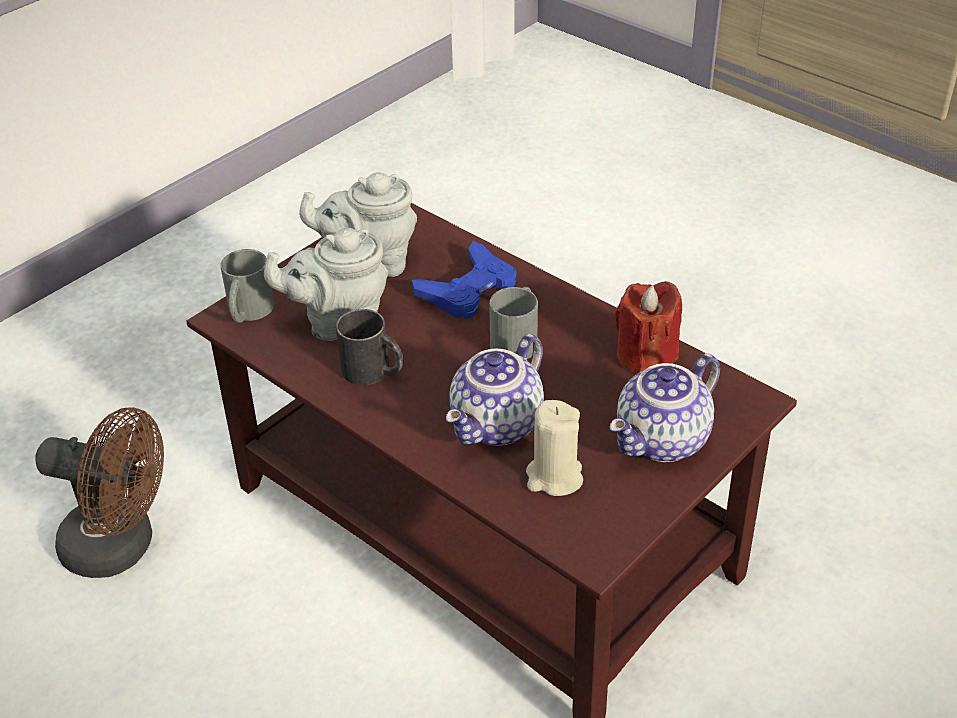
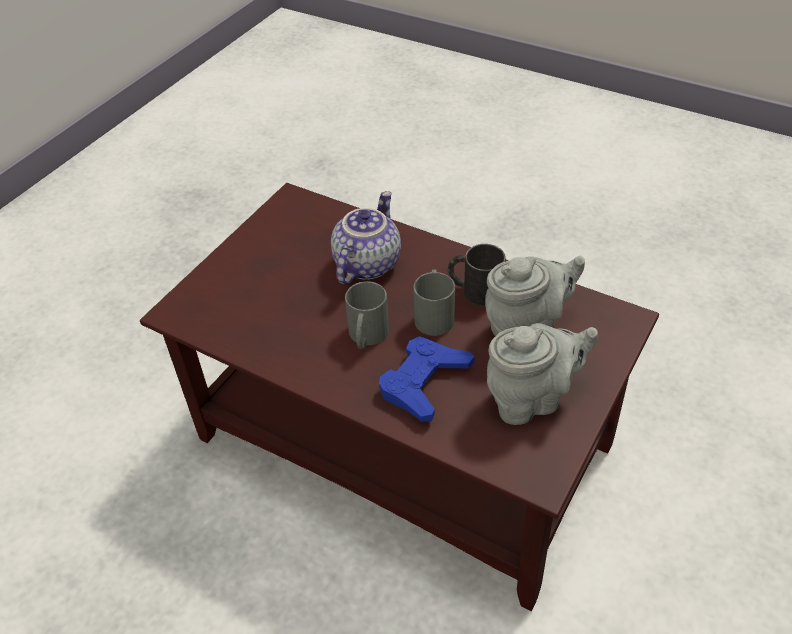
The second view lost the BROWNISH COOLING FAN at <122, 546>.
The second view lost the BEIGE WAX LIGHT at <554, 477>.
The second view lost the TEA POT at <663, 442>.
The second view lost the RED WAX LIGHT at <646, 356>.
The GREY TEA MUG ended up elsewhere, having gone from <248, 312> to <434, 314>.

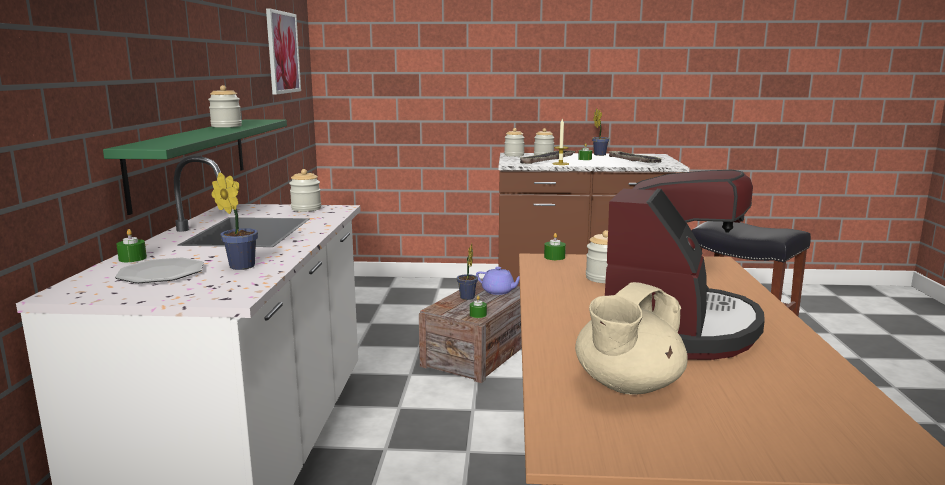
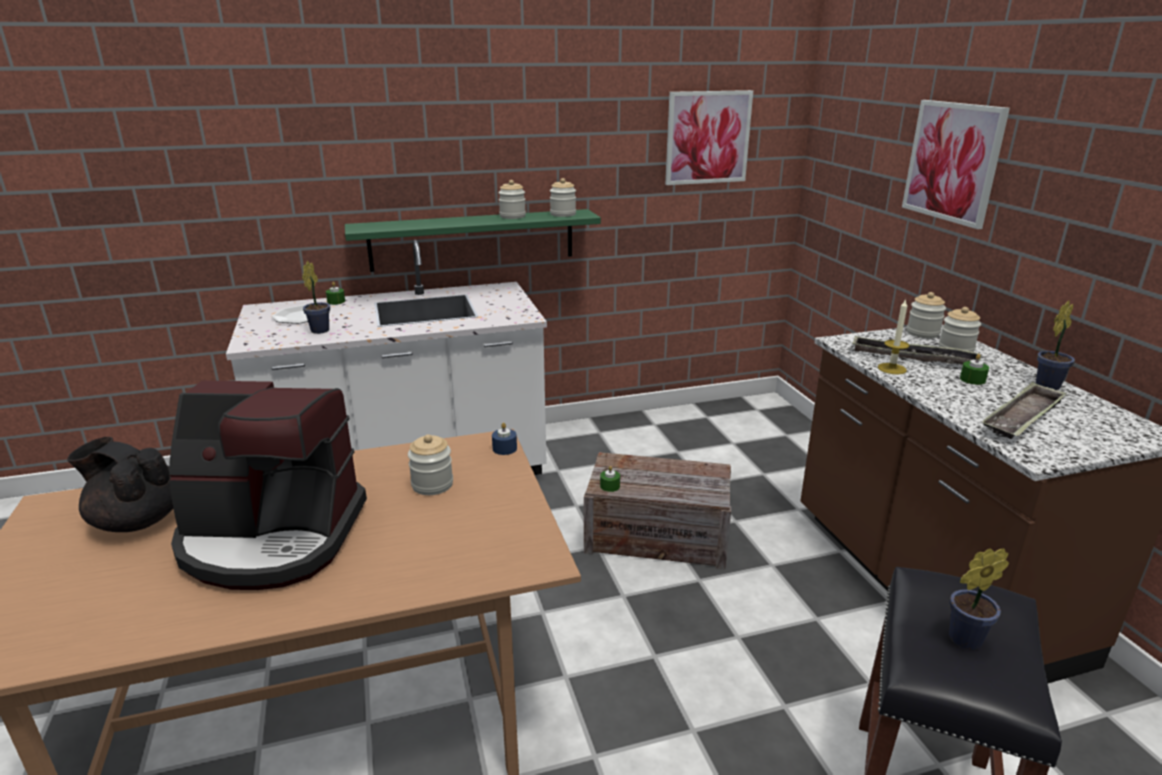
The second view lost the PURPLISH TEA POT at <499, 291>.
The second view gained the PICTURE at <953, 162>.
The JAR ended up elsewhere, having gone from <306, 209> to <563, 214>.
The HOUSEPLANT ended up elsewhere, having gone from <467, 298> to <961, 639>.
What was the GREEN-COLOURED WAX LIGHT at <554, 257> turned into the BLUISH WAX LIGHT at <504, 448>.
What was the BEIGE TEA POT at <627, 386> turned into the BLACKISH TEA POT at <138, 520>.

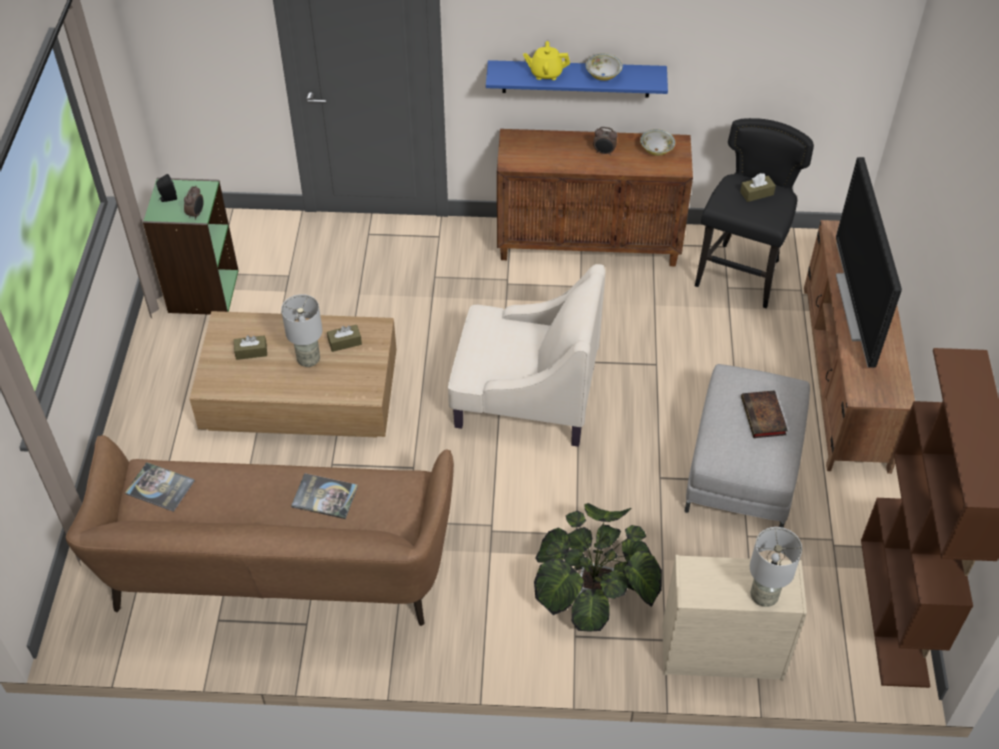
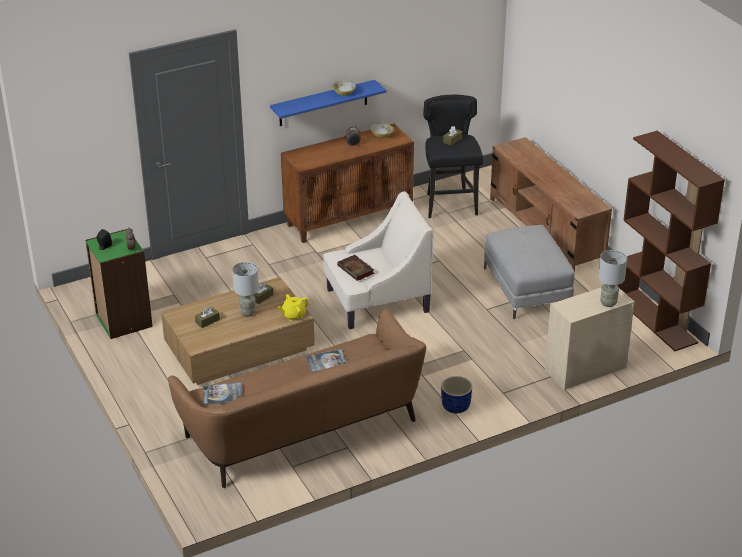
The second view lost the HOUSEPLANT at <594, 587>.
The second view lost the TELEVISION at <857, 307>.
The second view gained the BLUISH PLANTER at <455, 406>.
The YELLOW-COLOURED TEA POT ended up elsewhere, having gone from <546, 73> to <293, 315>.
The BOUND BOOK ended up elsewhere, having gone from <764, 417> to <356, 270>.

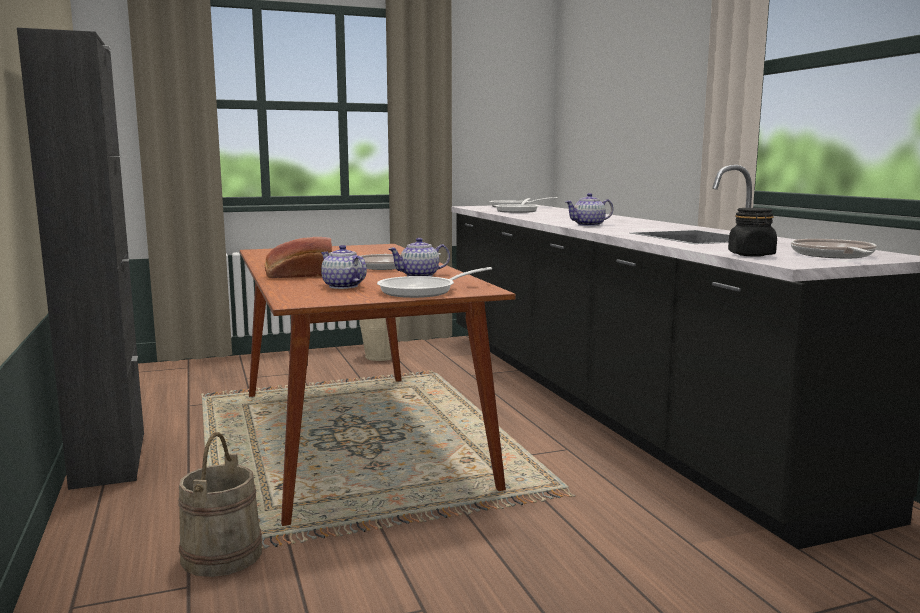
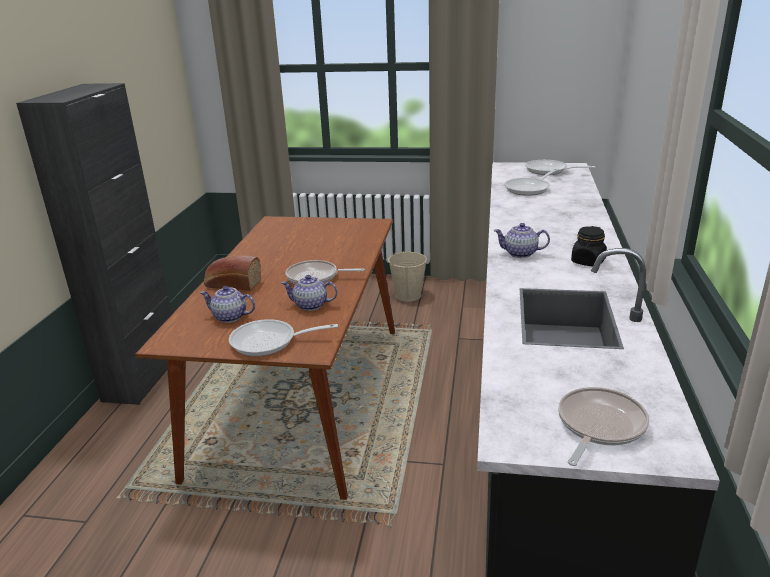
The second view lost the BEIGE WATER BUCKET at <221, 555>.
The BLACKISH JAR ended up elsewhere, having gone from <751, 255> to <588, 261>.
The TEA POT at <343, 286> ended up facing another way, 60 degrees counterclockwise from before.

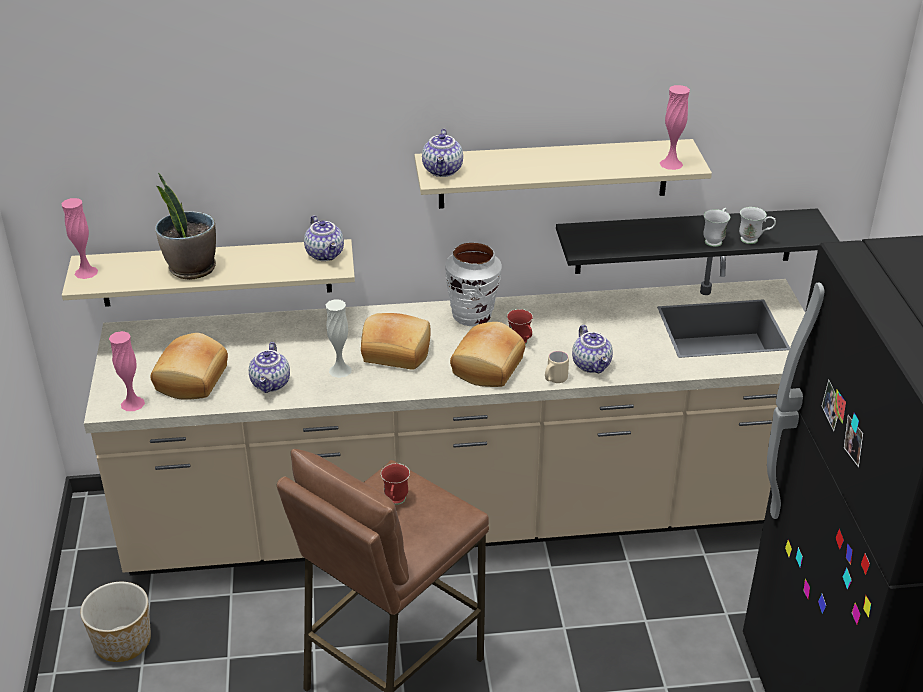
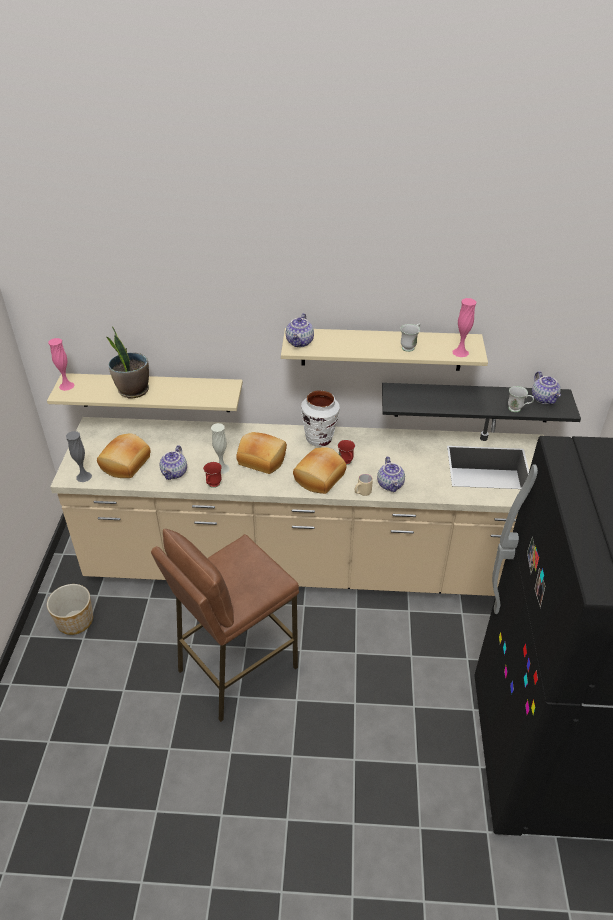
The TEA POT ended up elsewhere, having gone from <326, 254> to <544, 399>.
The RED TEA MUG ended up elsewhere, having gone from <395, 502> to <213, 486>.
The WHITE-COLOURED TEA MUG ended up elsewhere, having gone from <715, 240> to <410, 346>.
What was the PINK-COLOURED DECORATIVE VASE at <132, 404> turned into the GREY DECORATIVE VASE at <84, 476>.

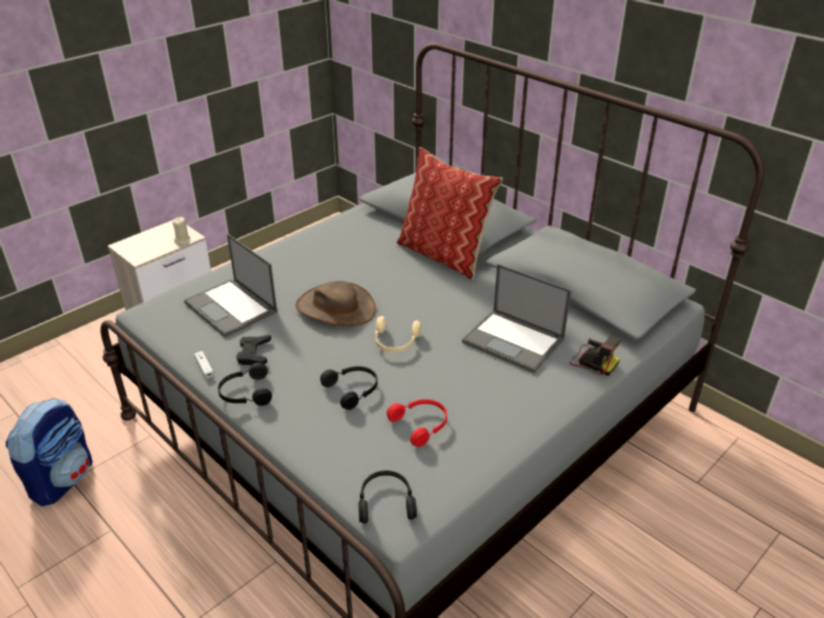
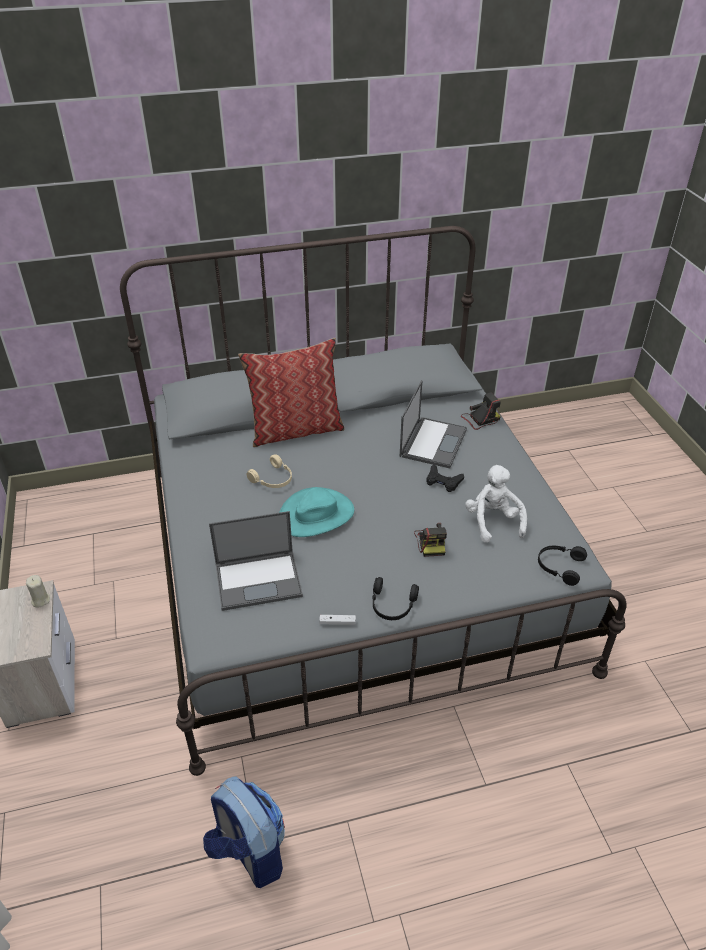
The BLACKISH JOYPAD ended up elsewhere, having gone from <254, 353> to <443, 481>.
The BEIGE HEADPHONES ended up elsewhere, having gone from <395, 342> to <273, 479>.
Where the BLACKISH HEADPHONES stood at <353, 390>, the STILL CAMERA came to stand at <431, 542>.
Where the RED HEADPHONES stood at <421, 425>, the WHITE-COLOURED PLUSH TOY came to stand at <493, 521>.
What was the BROWNISH WEARABLE HAT at <335, 308> turned into the TURQUOISE-COLOURED WEARABLE HAT at <316, 515>.
The LAPTOP at <514, 341> ended up facing another way, 45 degrees counterclockwise from before.

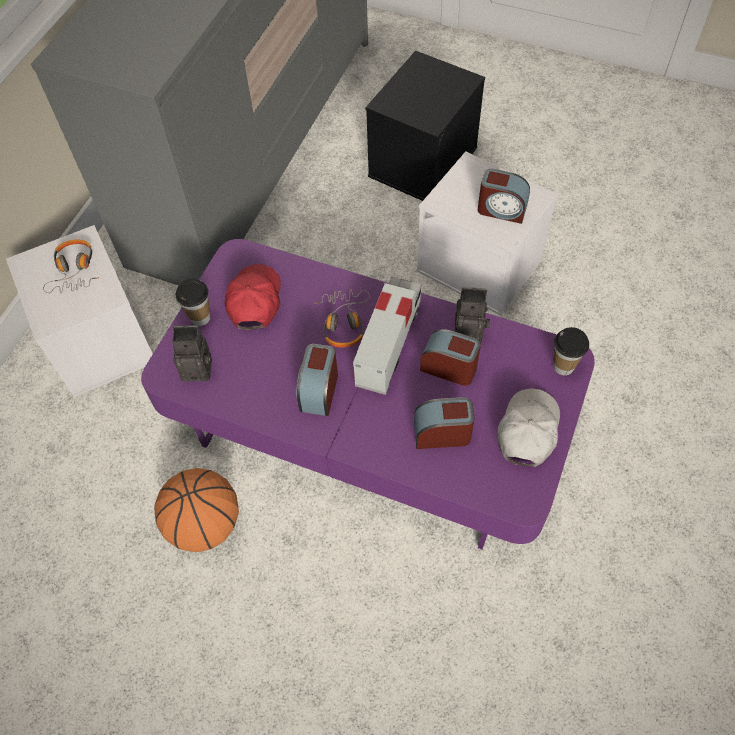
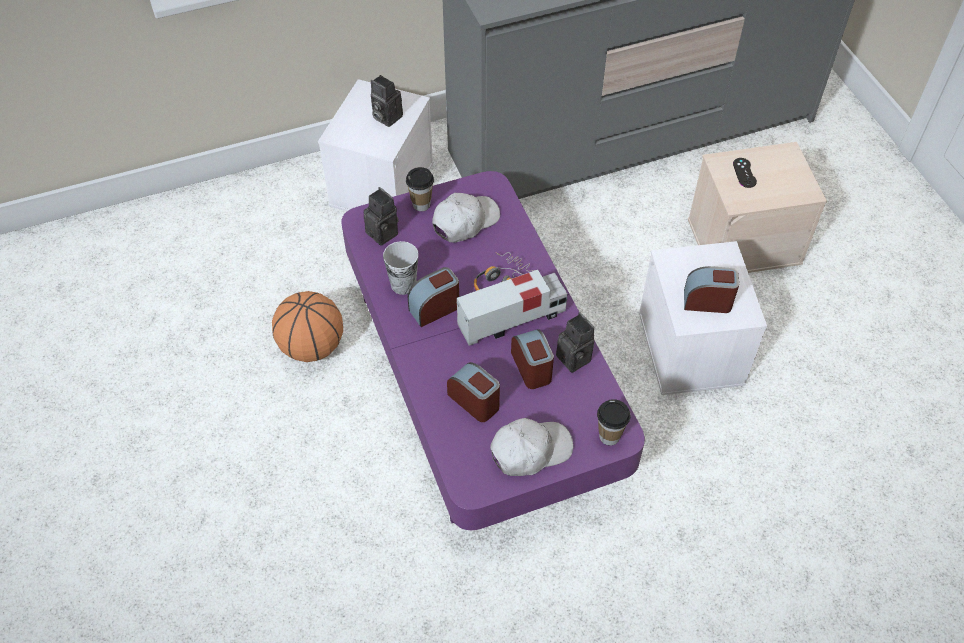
The second view gained the SMALL CUP at <403, 284>.
The second view gained the BLACKISH JOYPAD at <744, 173>.
Where the HEADPHONES stood at <74, 271>, the STILL CAMERA came to stand at <385, 117>.
What was the RED BASEBALL CAP at <254, 301> turned into the WHITE-COLOURED BASEBALL CAP at <465, 222>.
What was the BLACKISH STORAGE BOX at <422, 160> turned into the BEIGE STORAGE BOX at <745, 240>.
The BEDSIDE CLOCK at <501, 209> ended up facing another way, 120 degrees clockwise from before.

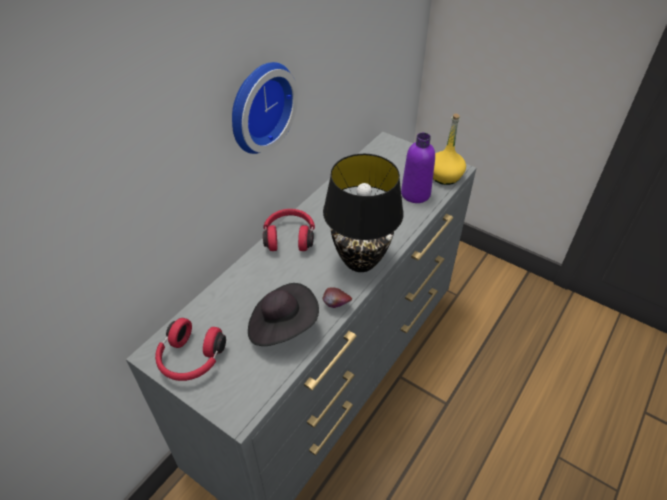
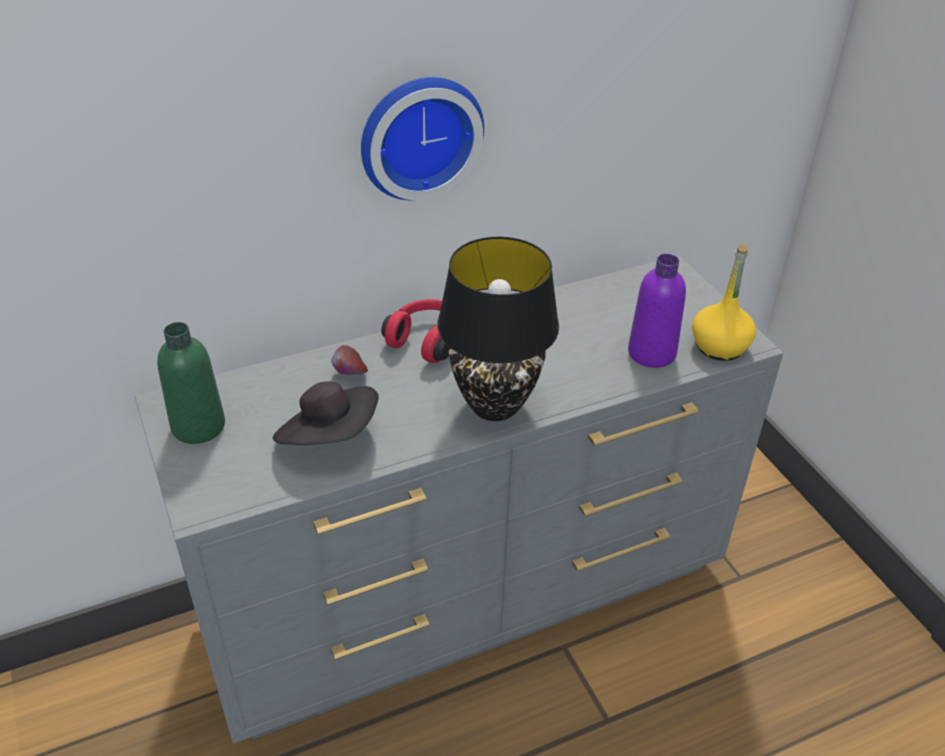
The APPLE FRUIT ended up elsewhere, having gone from <336, 305> to <350, 375>.
Where the RED HEADPHONES stood at <191, 359>, the GREEN-COLOURED DRINK BOTTLE came to stand at <198, 426>.

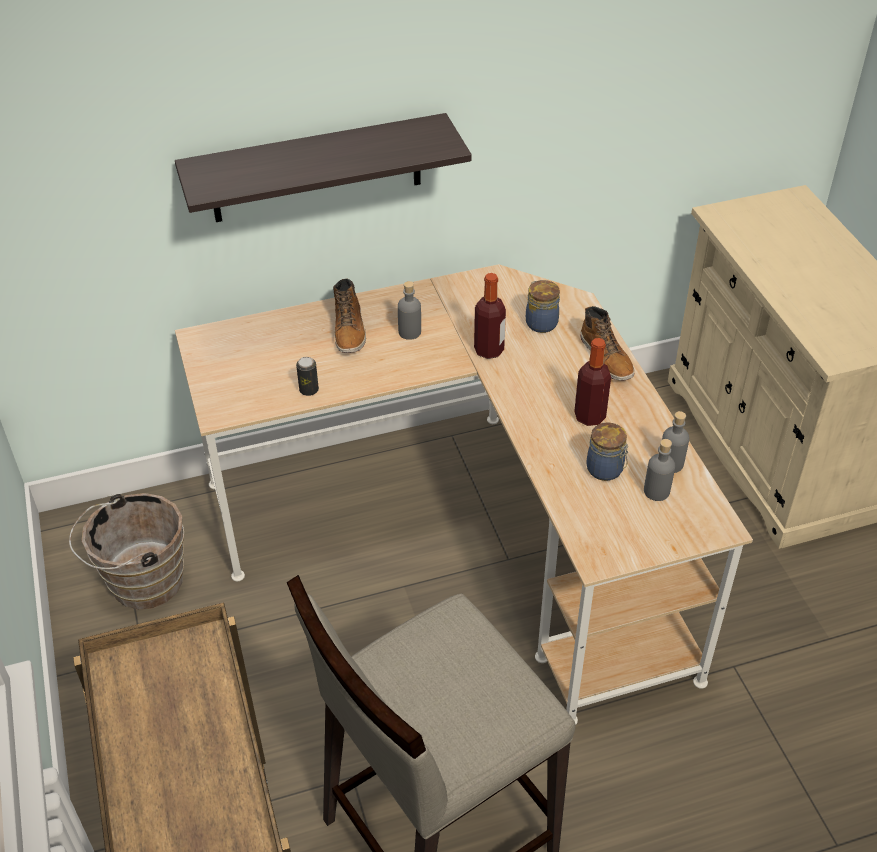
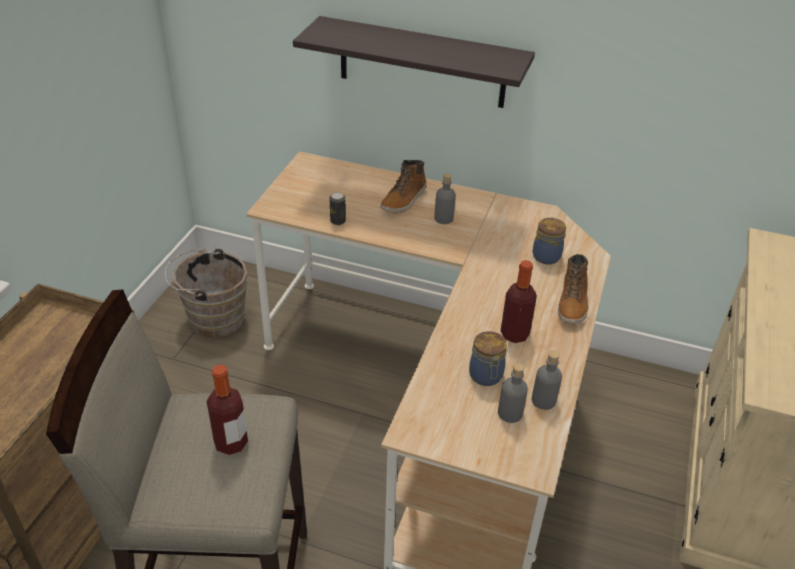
The DRINK BOTTLE ended up elsewhere, having gone from <489, 350> to <231, 443>.

